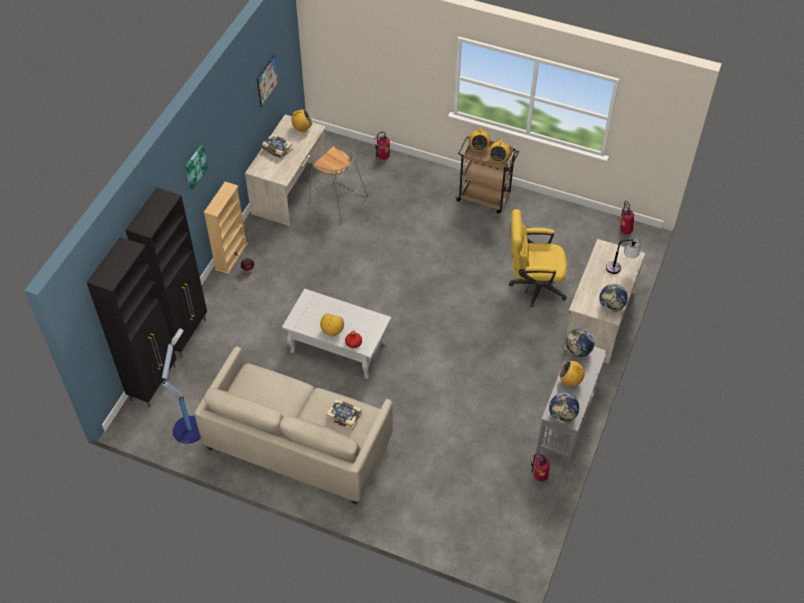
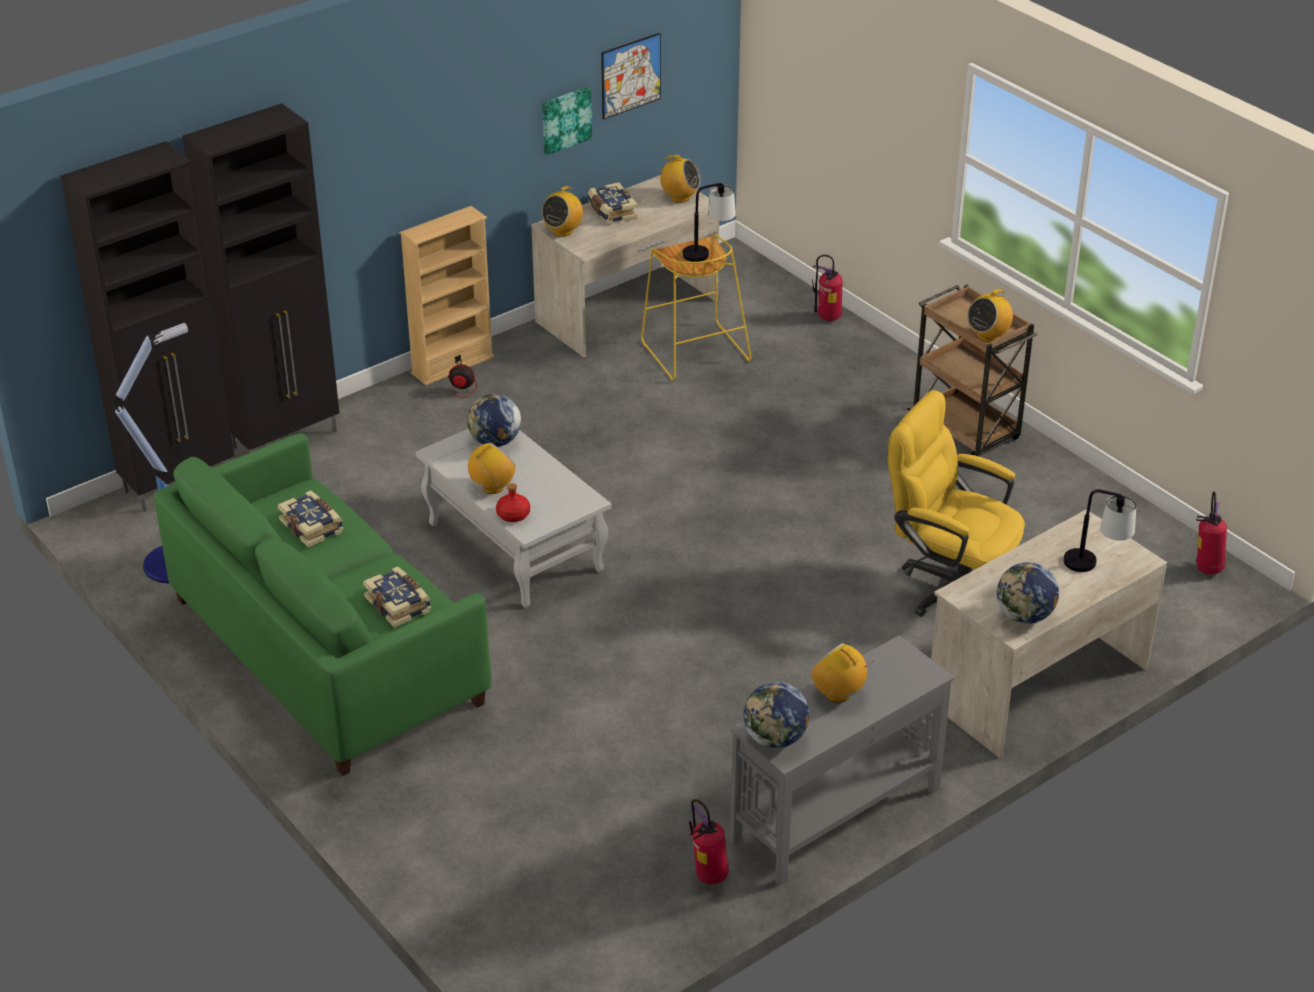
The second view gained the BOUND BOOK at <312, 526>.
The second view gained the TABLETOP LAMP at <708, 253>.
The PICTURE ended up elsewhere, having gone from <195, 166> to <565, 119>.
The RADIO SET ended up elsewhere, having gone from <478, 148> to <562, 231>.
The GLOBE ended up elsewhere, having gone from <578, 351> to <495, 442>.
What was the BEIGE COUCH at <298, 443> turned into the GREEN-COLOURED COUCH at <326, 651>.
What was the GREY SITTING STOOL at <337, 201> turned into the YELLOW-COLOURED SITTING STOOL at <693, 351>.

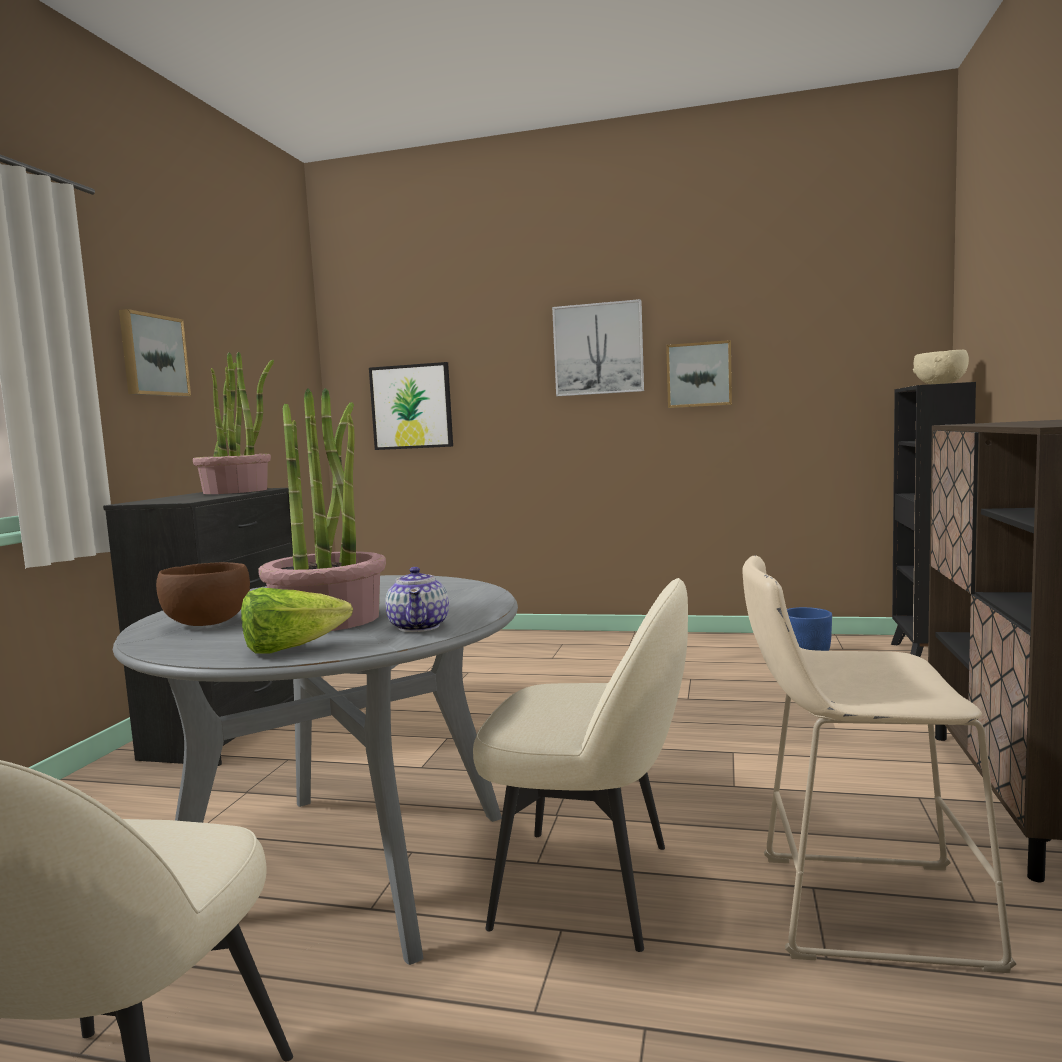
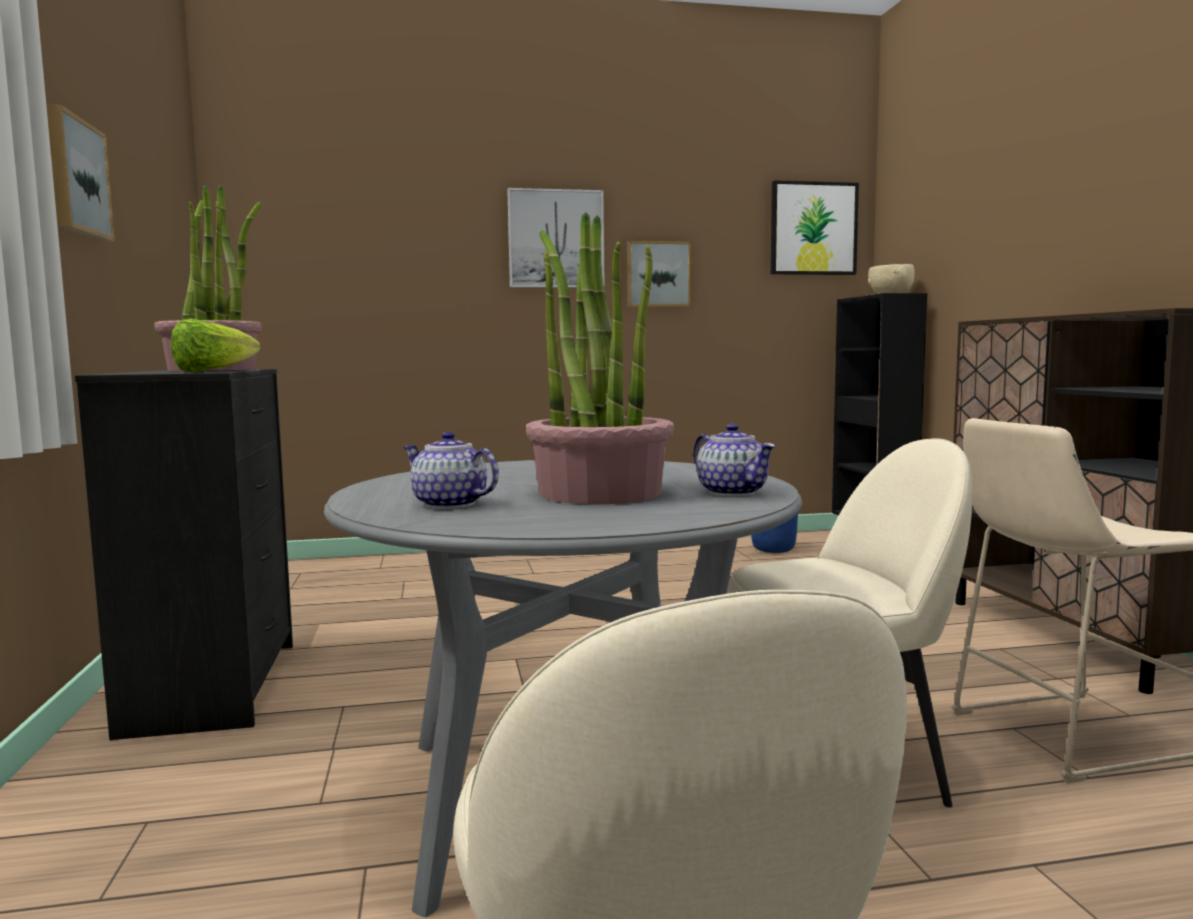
The LETTUCE ended up elsewhere, having gone from <291, 649> to <213, 371>.
The PICTURE ended up elsewhere, having gone from <411, 406> to <813, 229>.
Where the BROWNISH SERVING BOWL stood at <207, 623>, the TEA POT came to stand at <450, 504>.

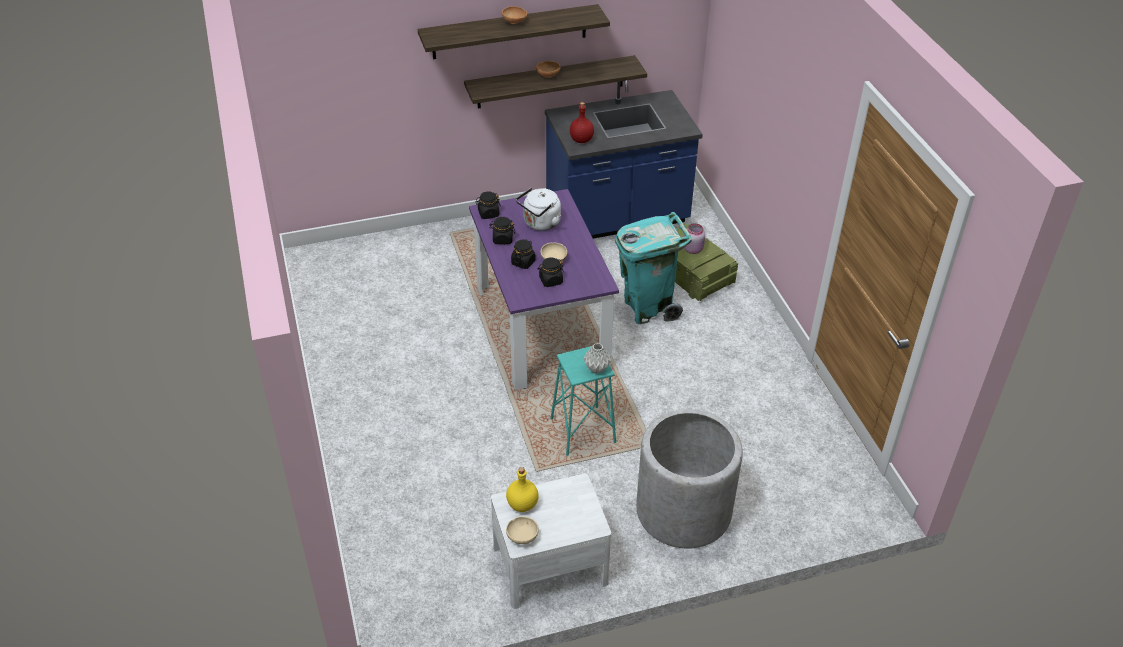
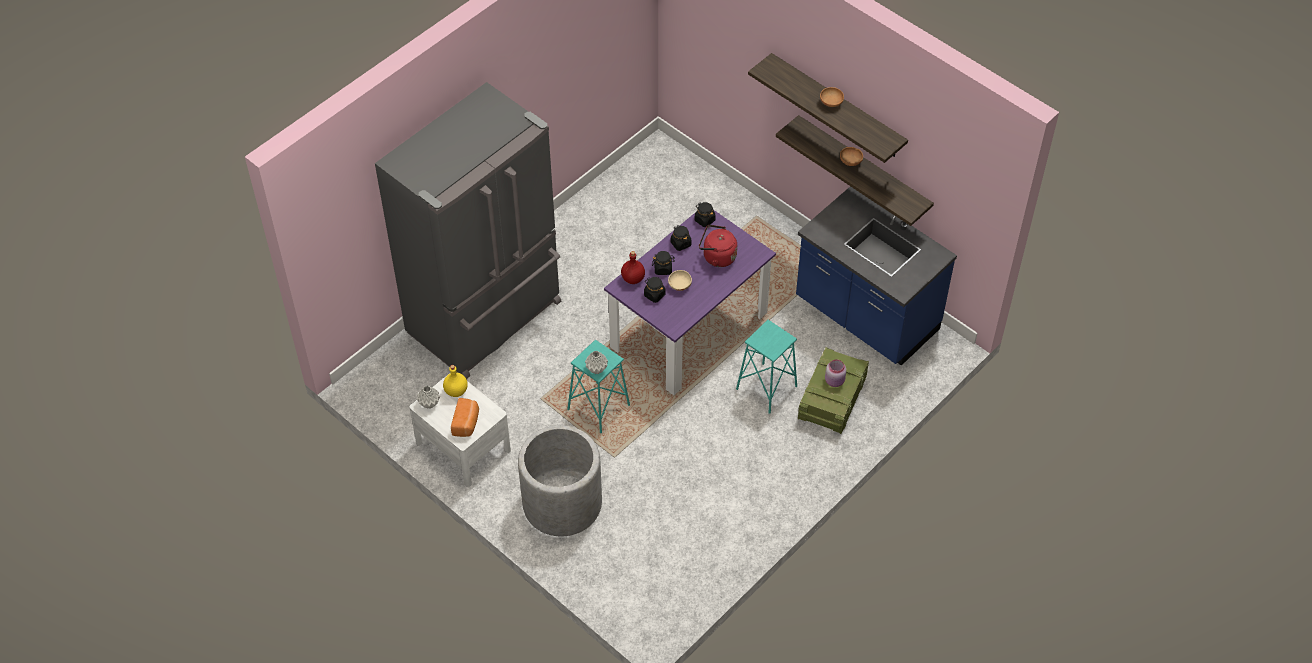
The second view gained the GREY REFRIGERATOR at <487, 318>.
The second view gained the BREAD at <466, 423>.
The RED DRINK BOTTLE ended up elsewhere, having gone from <581, 139> to <633, 278>.
Where the BEIGE SERVING BOWL stood at <522, 536>, the GREY DECORATIVE VASE came to stand at <429, 404>.
Where the TURQUOISE-COLOURED TRASH CAN stood at <648, 307>, the TURQUOISE-COLOURED SITTING STOOL came to stand at <766, 388>.
What was the WHITE-COLOURED TEA KETTLE at <540, 223> turned into the RED TEA KETTLE at <717, 257>.

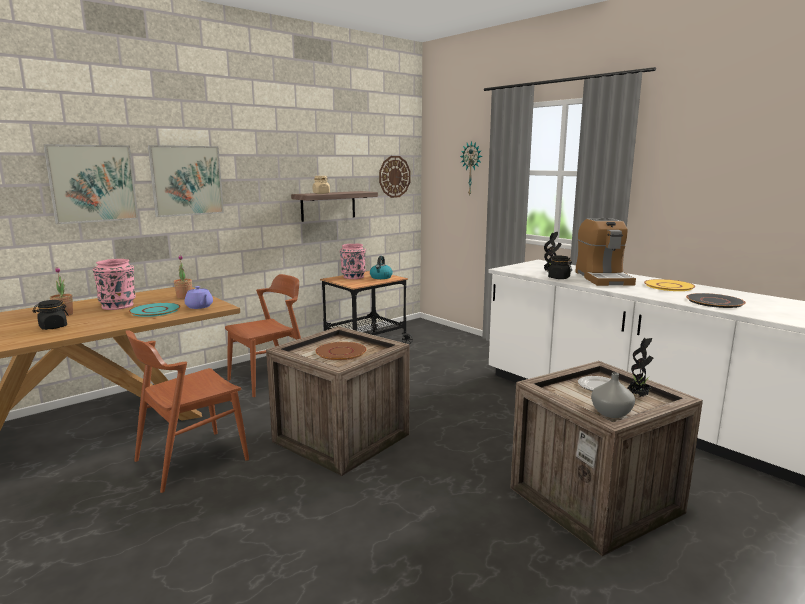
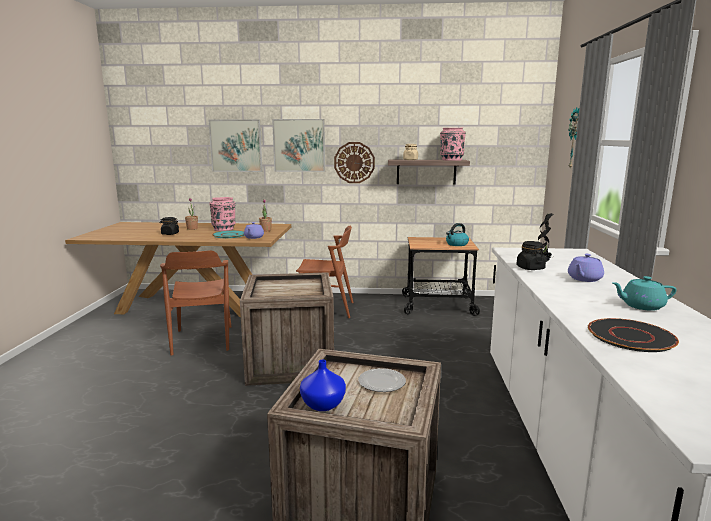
The second view lost the BROWNISH FLAT DISH at <340, 352>.
The second view lost the HOUSEPLANT at <638, 396>.
The PINK-COLOURED DECORATIVE VASE ended up elsewhere, having gone from <353, 277> to <451, 160>.
The CLOCK ON THE WALL ended up elsewhere, having gone from <394, 176> to <354, 162>.
Where the COFFEE BREWER stood at <603, 278>, the PURPLISH TEA POT came to stand at <584, 279>.
Where the YELLOW-COLOURED FLAT DISH stood at <669, 286>, the TURQUOISE-COLOURED TEA POT came to stand at <641, 306>.
What was the GREY DECORATIVE VASE at <610, 413> turned into the BLUISH DECORATIVE VASE at <323, 404>.
The BROWNISH PLAIN CHAIR at <191, 460> ended up facing another way, 105 degrees counterclockwise from before.

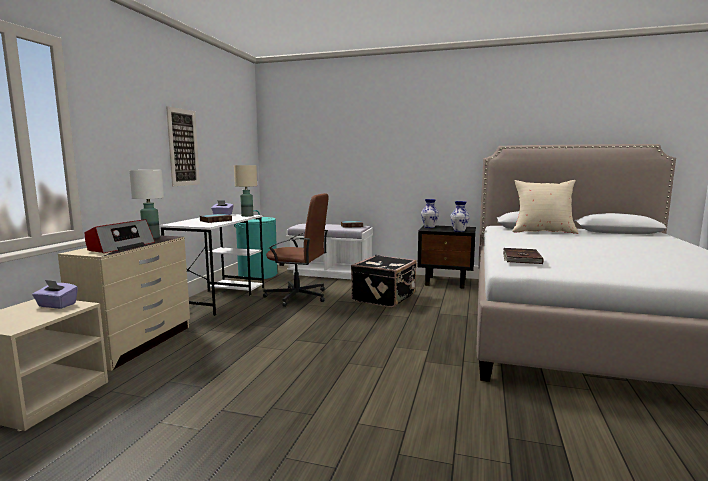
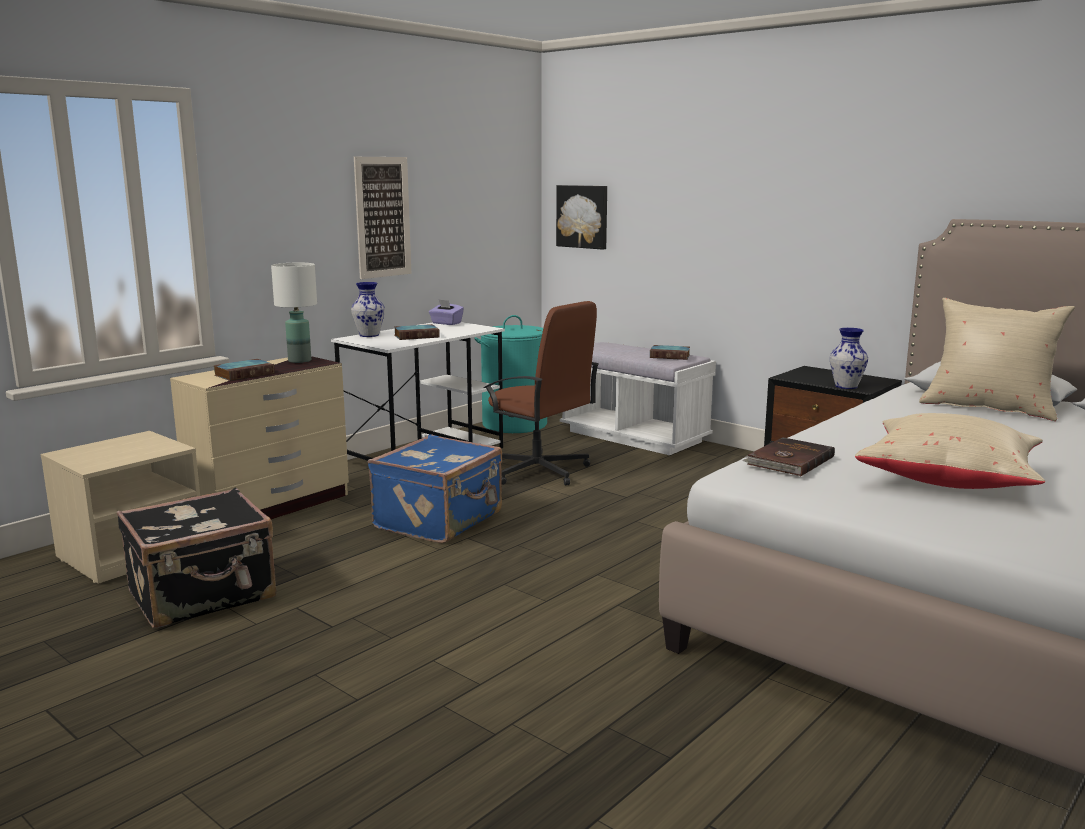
The second view lost the PURPLISH TISSUE BOX at <56, 305>.
The second view lost the BEIGE TABLETOP LAMP at <247, 216>.
The second view gained the BLUISH SUITCASE at <440, 520>.
The second view gained the PICTURE at <583, 216>.
The second view gained the BEIGE CUSHION at <949, 480>.
The BLACKISH SUITCASE ended up elsewhere, having gone from <385, 298> to <203, 595>.
The DECORATIVE VASE ended up elsewhere, having gone from <429, 227> to <368, 335>.
Where the RADIO SET stood at <120, 247>, the BOUND BOOK came to stand at <245, 374>.

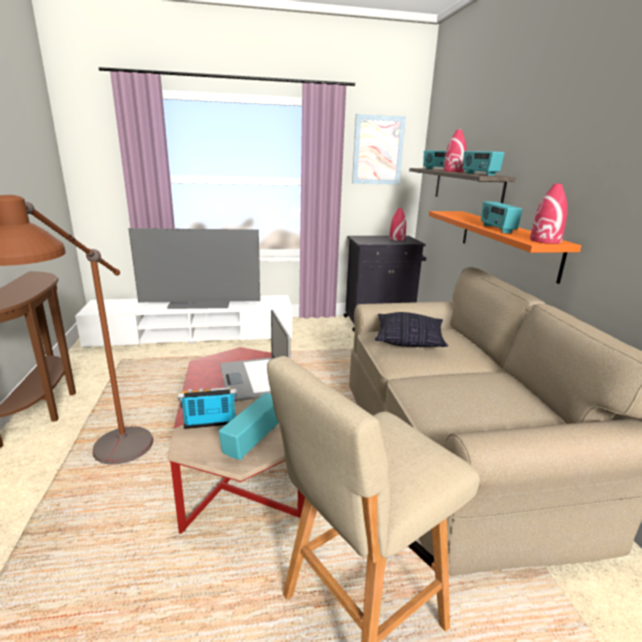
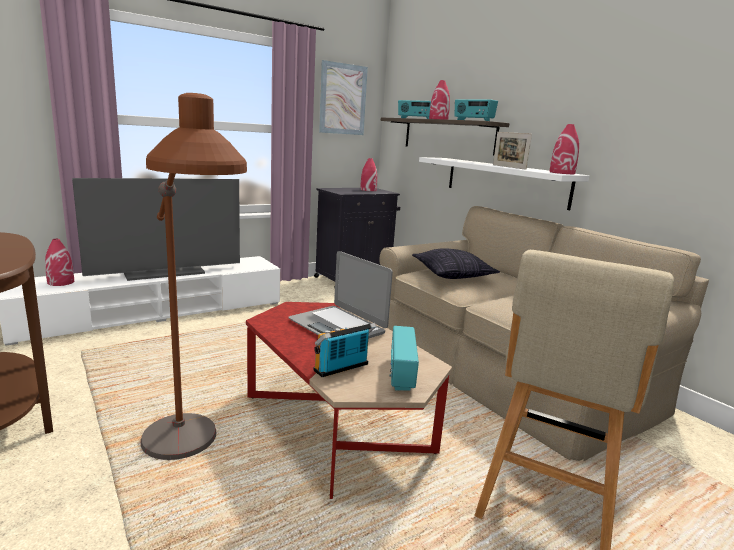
The second view gained the RED DECORATIVE VASE at <61, 282>.
Where the RADIO SET stood at <496, 229>, the PICTURE FRAME came to stand at <509, 167>.
What was the ORANGE-COLOURED WALL SHELF at <506, 242> turned into the WHITE-COLOURED WALL SHELF at <504, 181>.

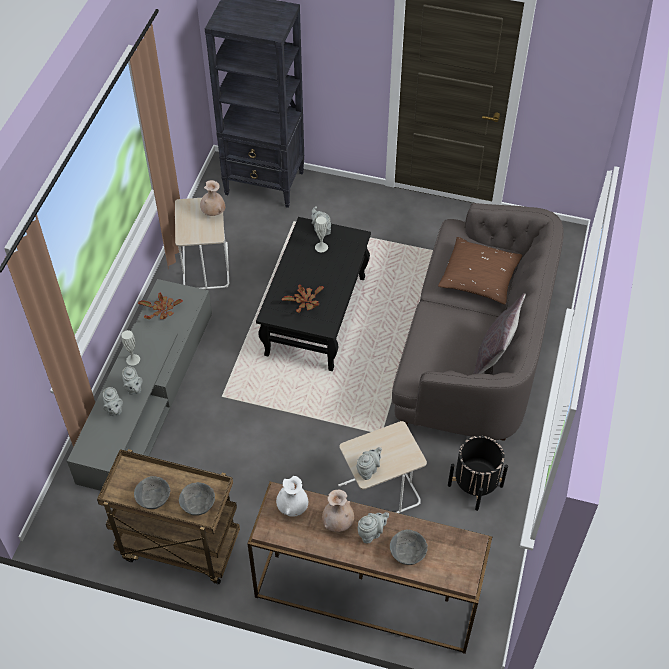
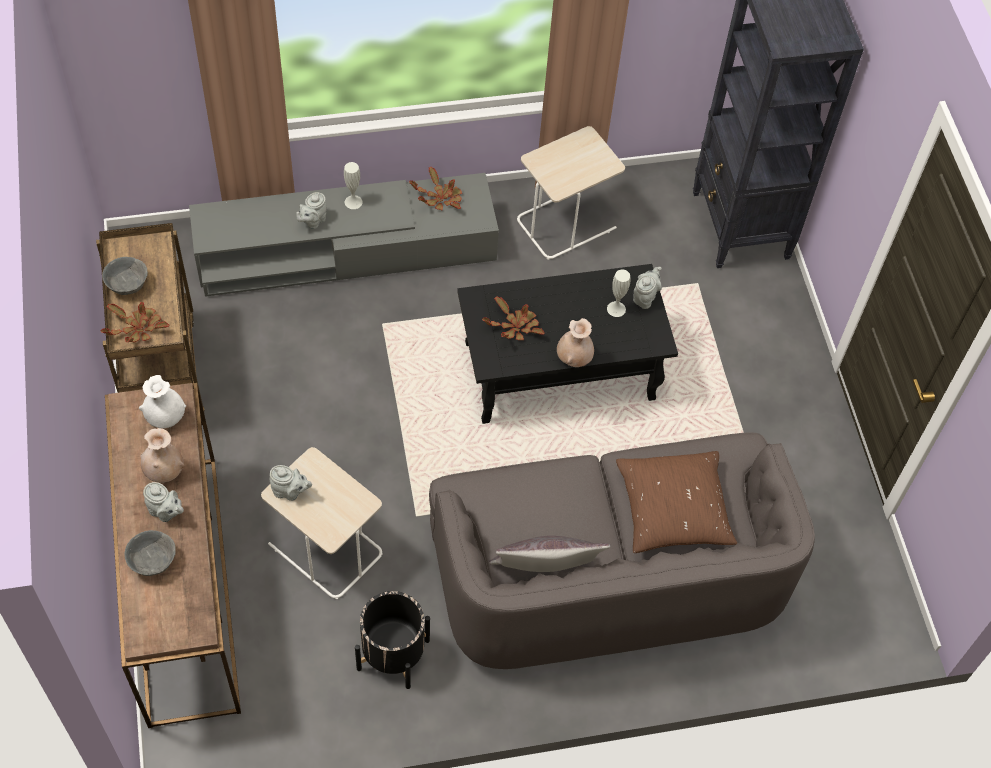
The second view lost the GREY TEA POT at <114, 410>.
The BEIGE DECORATIVE VASE ended up elsewhere, having gone from <213, 213> to <574, 358>.
Where the GREY SERVING BOWL stood at <198, 505>, the HOUSEPLANT came to stand at <138, 329>.

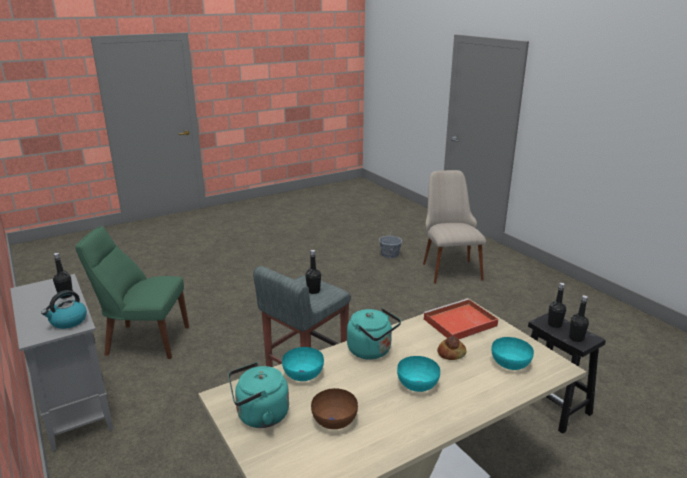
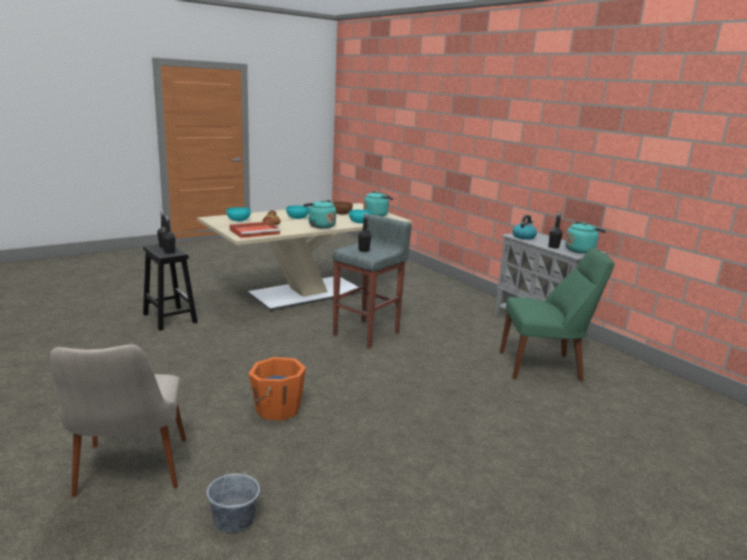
The second view gained the ORANGE-COLOURED WATER BUCKET at <276, 408>.
The second view gained the TURQUOISE-COLOURED TEA KETTLE at <581, 250>.

